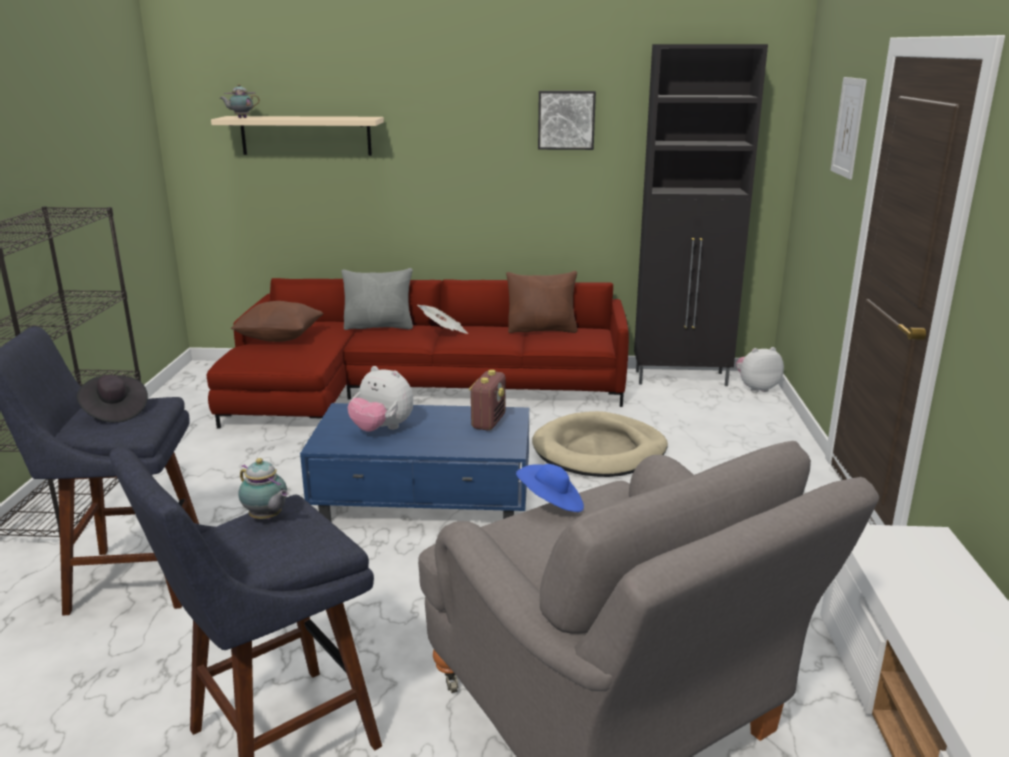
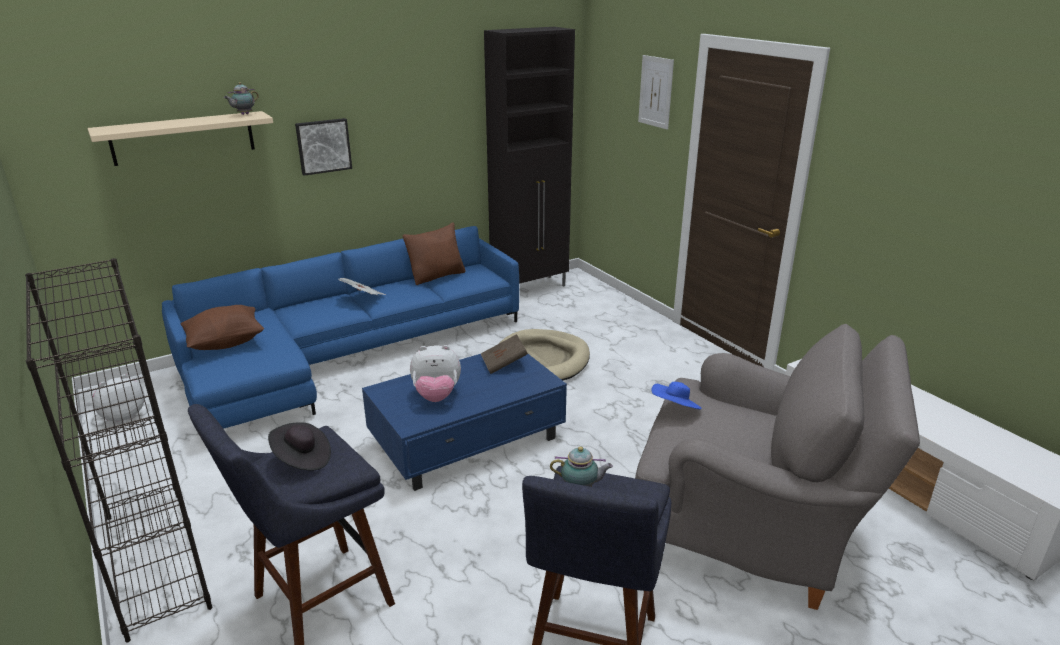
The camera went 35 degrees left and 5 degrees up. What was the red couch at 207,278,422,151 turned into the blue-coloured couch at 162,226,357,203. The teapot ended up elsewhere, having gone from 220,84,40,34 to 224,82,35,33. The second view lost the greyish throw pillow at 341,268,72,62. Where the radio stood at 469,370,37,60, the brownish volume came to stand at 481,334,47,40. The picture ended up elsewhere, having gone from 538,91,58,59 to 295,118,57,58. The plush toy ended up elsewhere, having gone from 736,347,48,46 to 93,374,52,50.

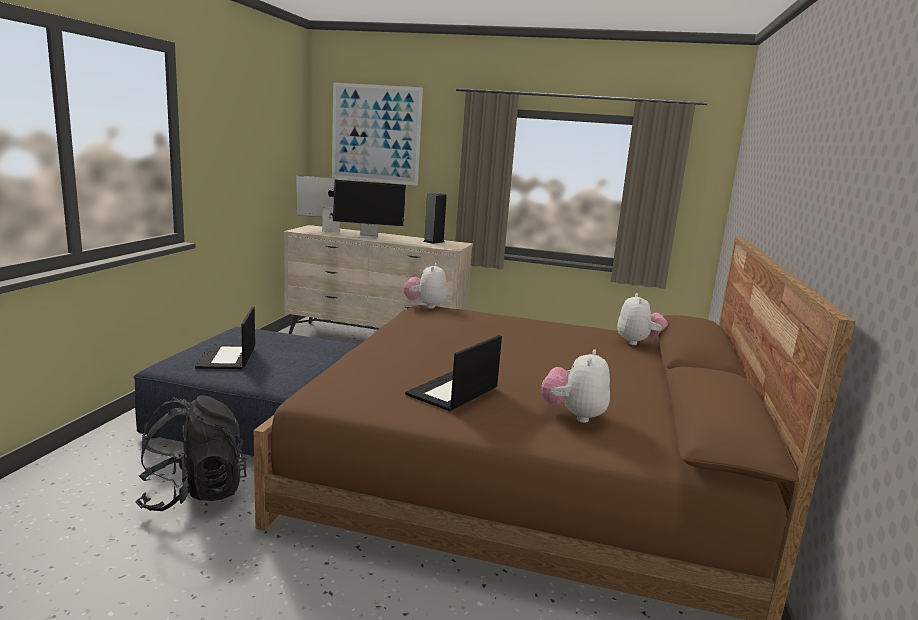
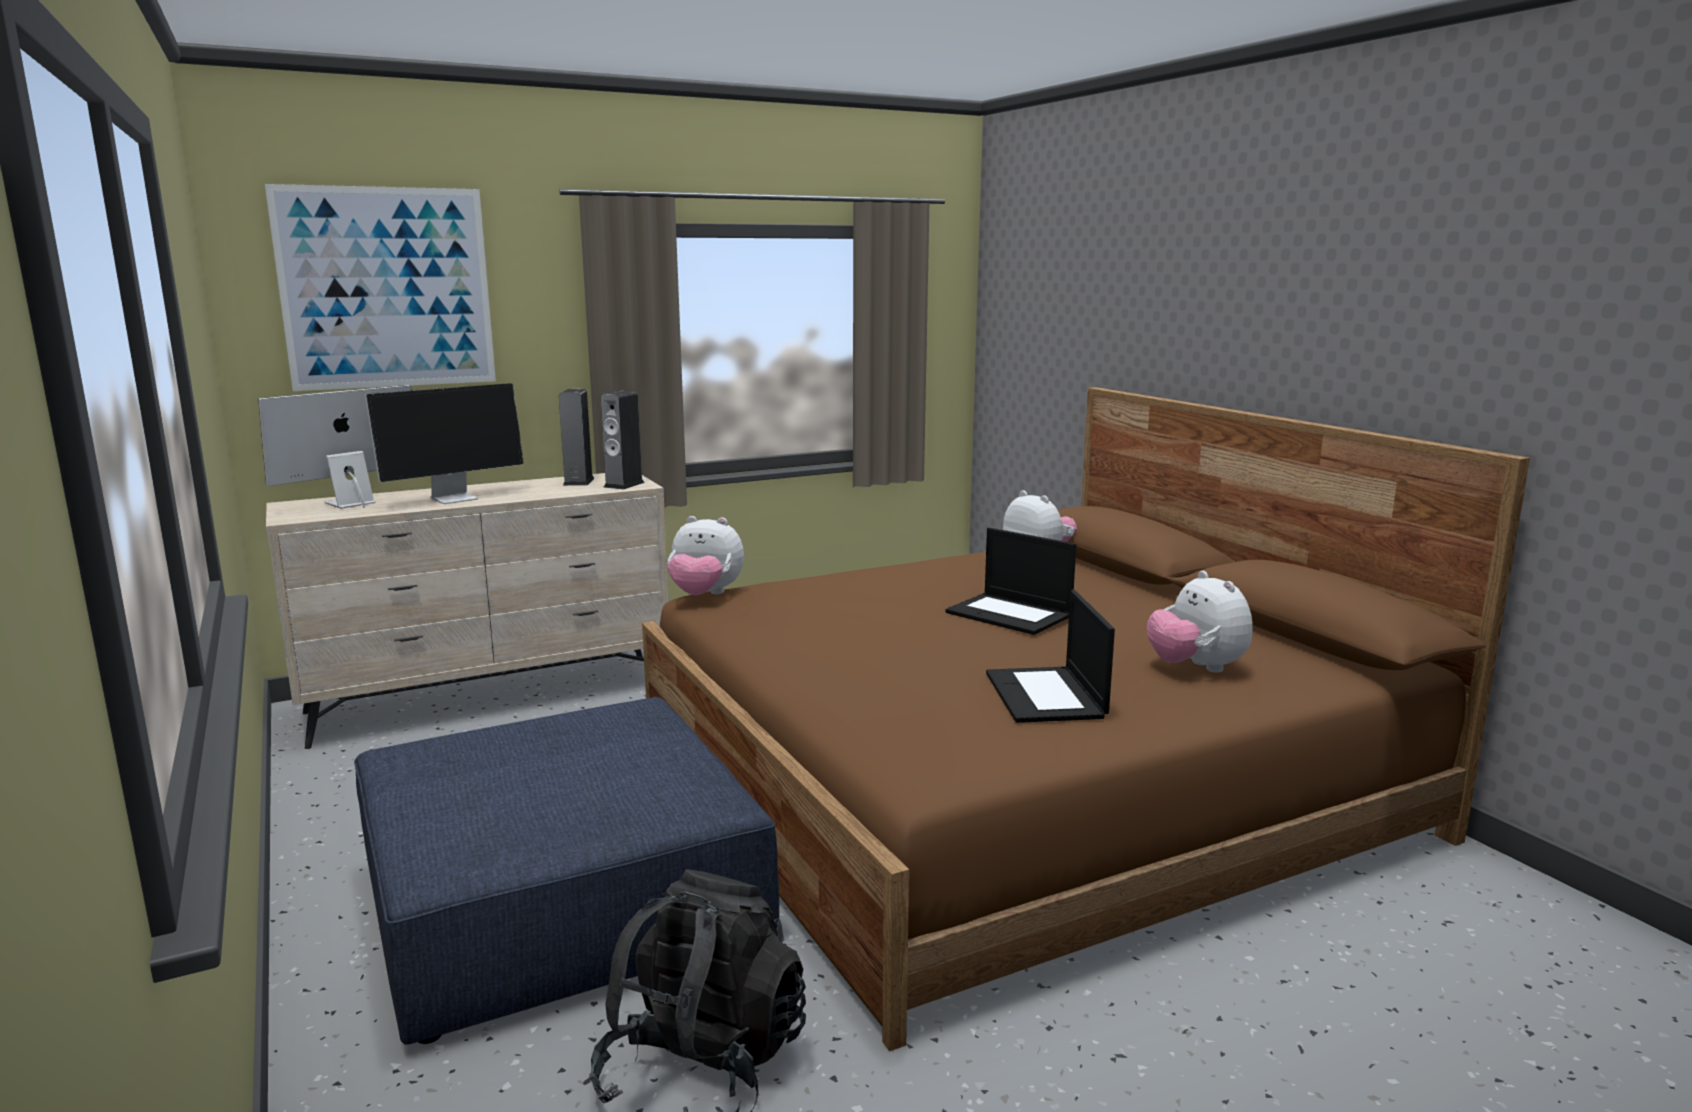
The camera went 40 degrees left and 0 degrees up. The notebook computer ended up elsewhere, having gone from 195,306,60,63 to 945,528,131,107. The plush toy at 404,263,43,46 ended up facing another way, 45 degrees counterclockwise from before. The second view gained the audio speaker at 601,391,44,99.

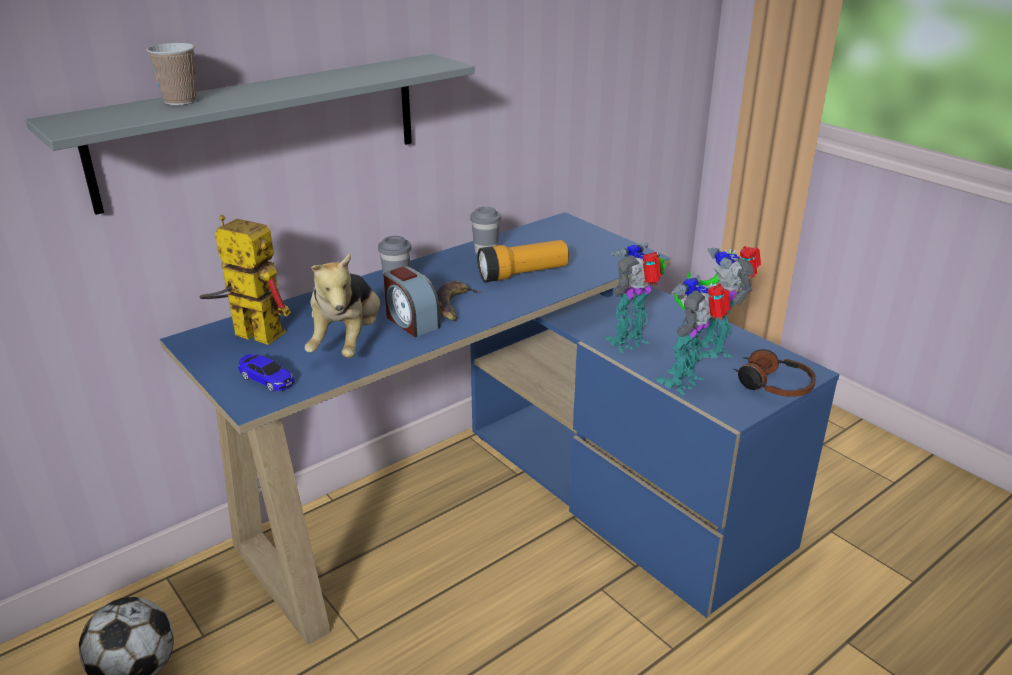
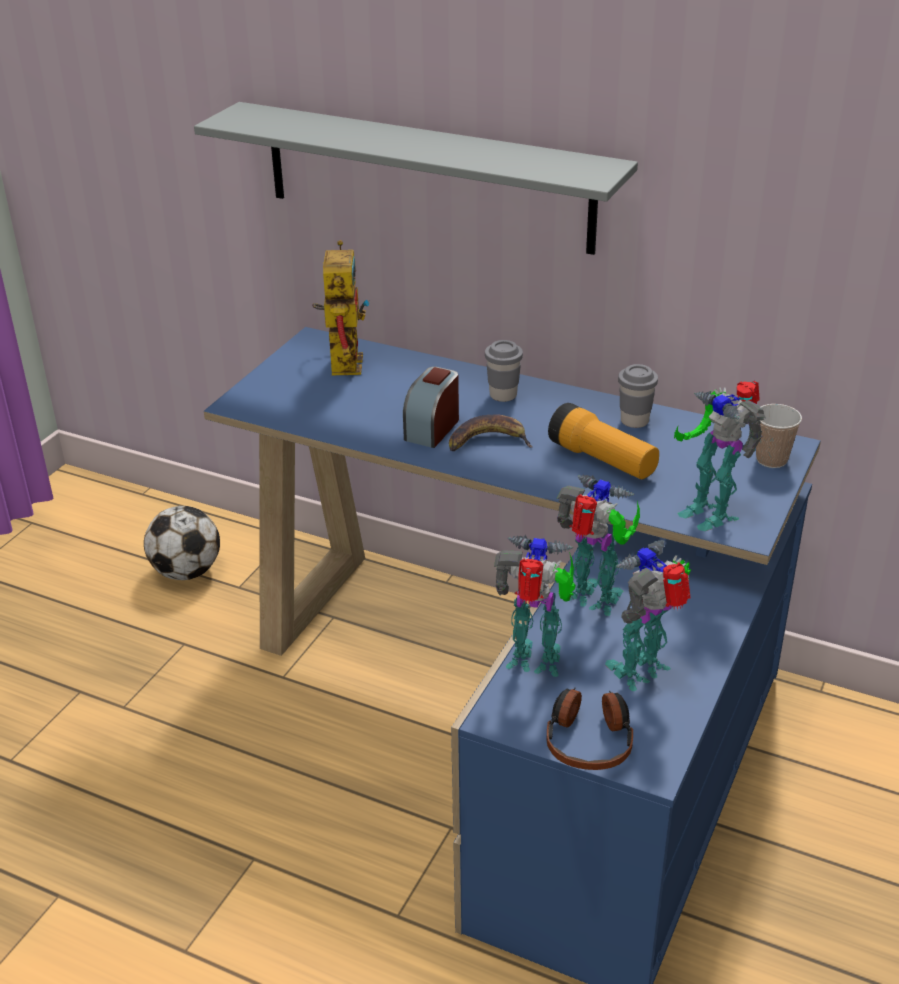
The camera went 65 degrees right and 5 degrees up. The drinking cup ended up elsewhere, having gone from 146,43,51,62 to 756,404,46,64. The second view lost the model car at 238,354,56,37. The second view lost the plush toy at 305,253,75,105. The second view gained the model robot at 674,381,92,150.

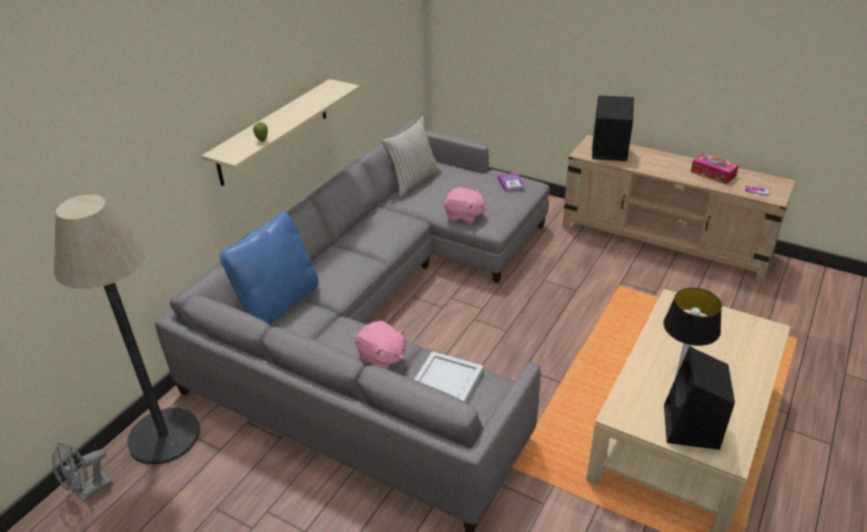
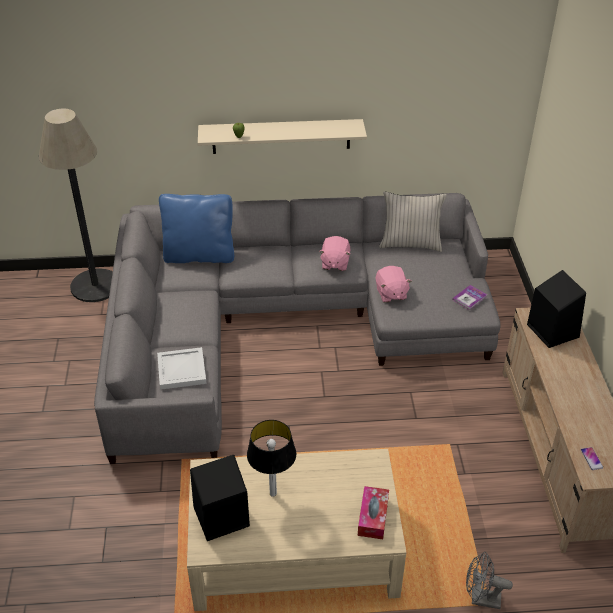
The camera went 55 degrees right and 5 degrees up. The greyish cooling fan ended up elsewhere, having gone from 52,443,60,59 to 466,552,47,57. The pink-coloured plush toy ended up elsewhere, having gone from 355,321,51,48 to 319,236,31,35. The tissue box ended up elsewhere, having gone from 691,153,48,31 to 358,486,31,53.

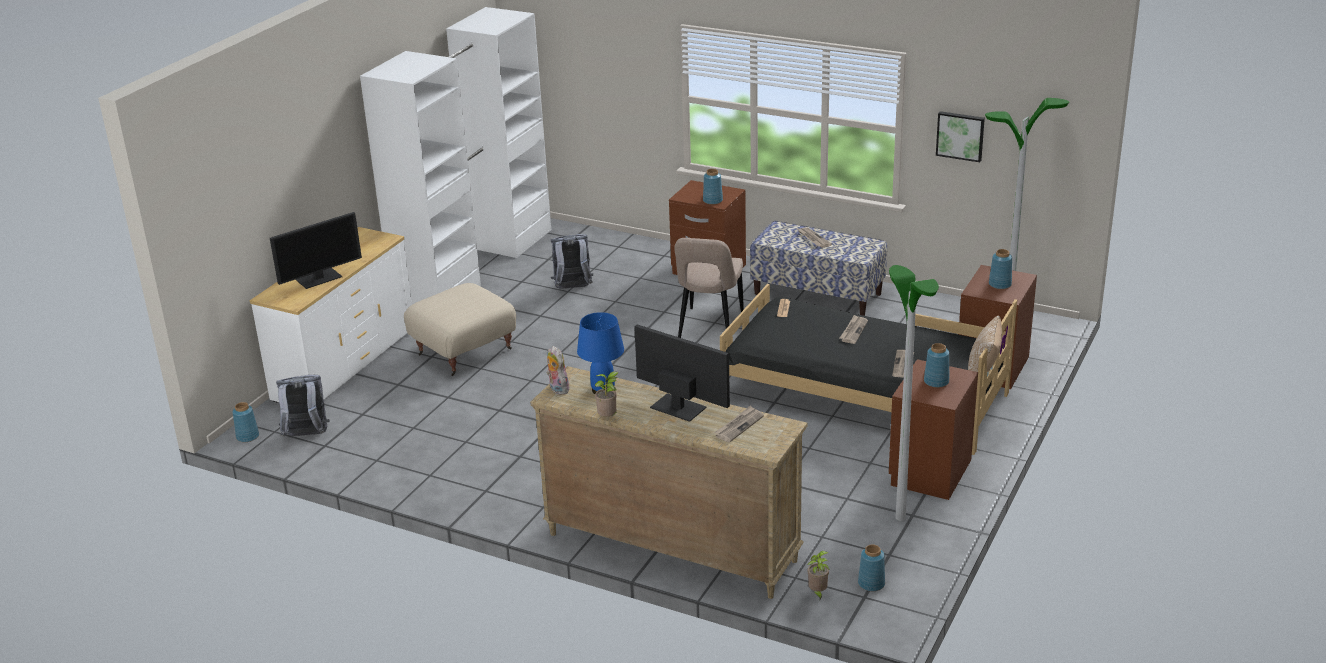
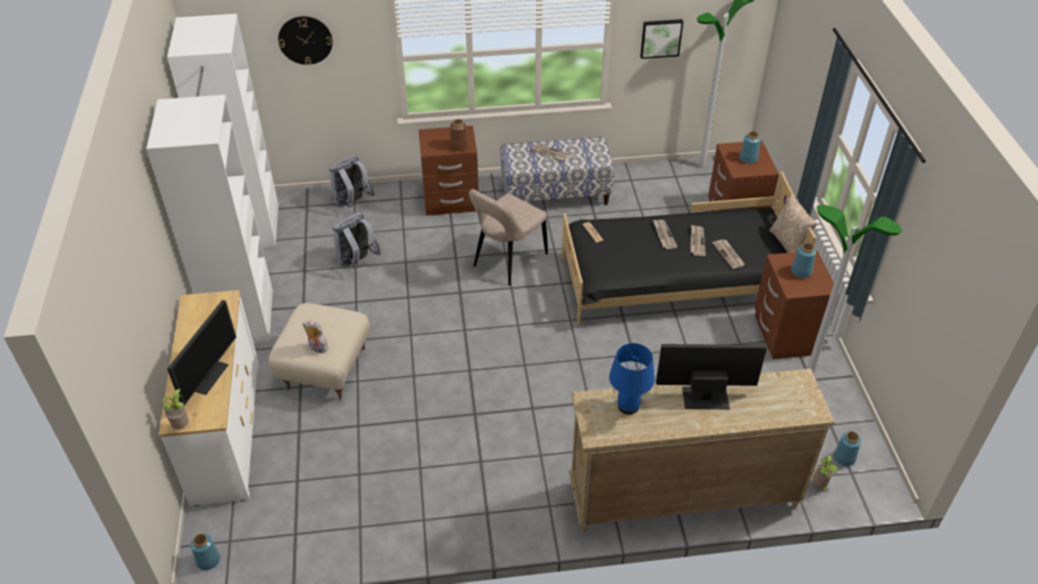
The camera went 35 degrees left and 15 degrees up. The greyish rucksack ended up elsewhere, having gone from 276,375,54,62 to 329,155,46,53. The plush toy ended up elsewhere, having gone from 546,346,23,49 to 303,320,25,33. The houseplant ended up elsewhere, having gone from 595,371,24,45 to 161,389,28,40. The beige-coloured chair at 674,238,69,100 ended up facing another way, 60 degrees clockwise from before. What was the blue-coloured vase at 703,169,20,36 turned into the brownish vase at 450,119,18,32. The printed paper ended up elsewhere, having gone from 714,406,50,36 to 691,225,15,31. The second view gained the hanging clock at 278,16,54,49.

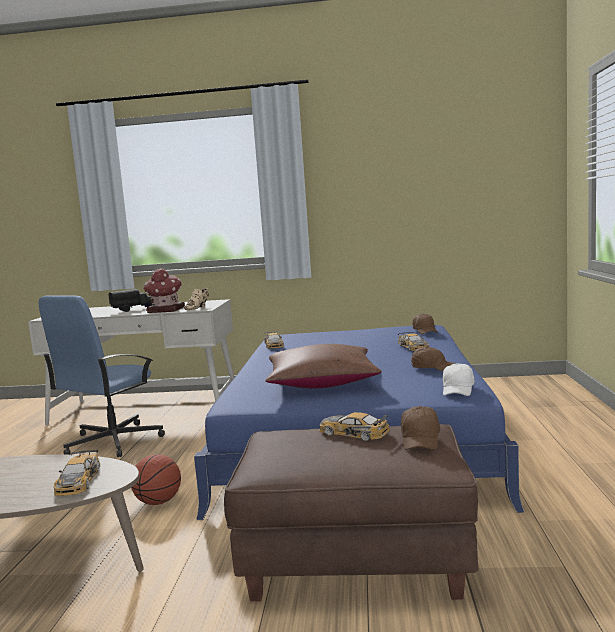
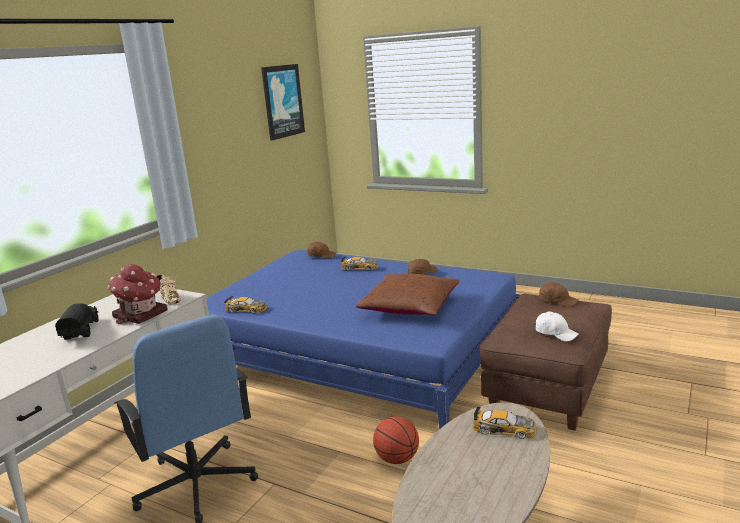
The camera went 65 degrees left and 10 degrees up. The second view lost the model car at 319,412,71,29. The whitish baseball cap ended up elsewhere, having gone from 443,363,32,33 to 536,311,43,30. The second view gained the picture at 261,64,44,77.

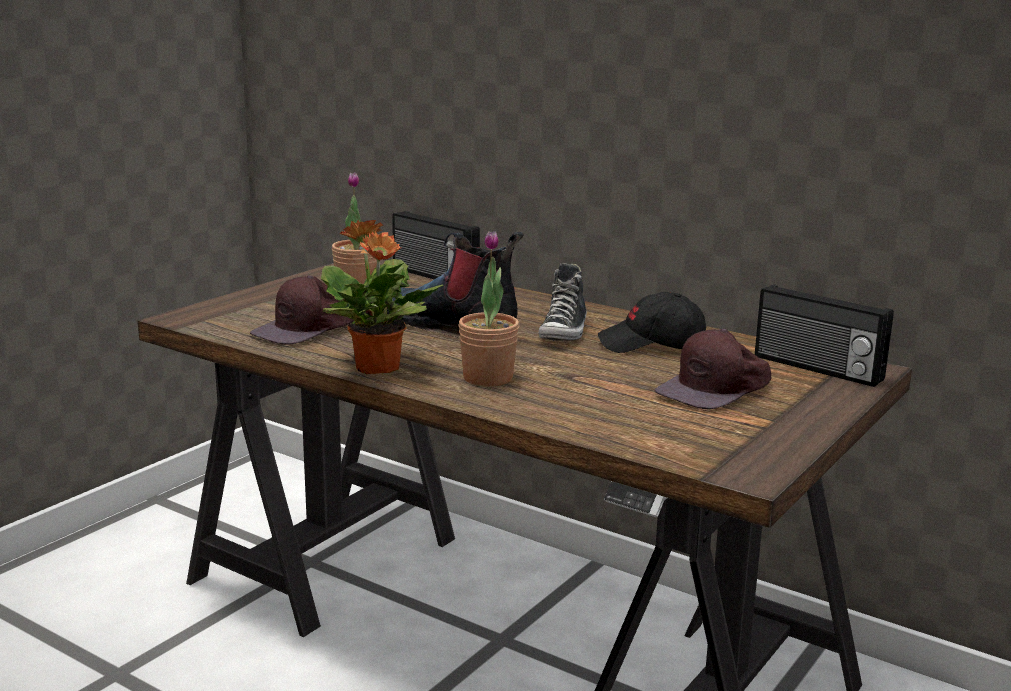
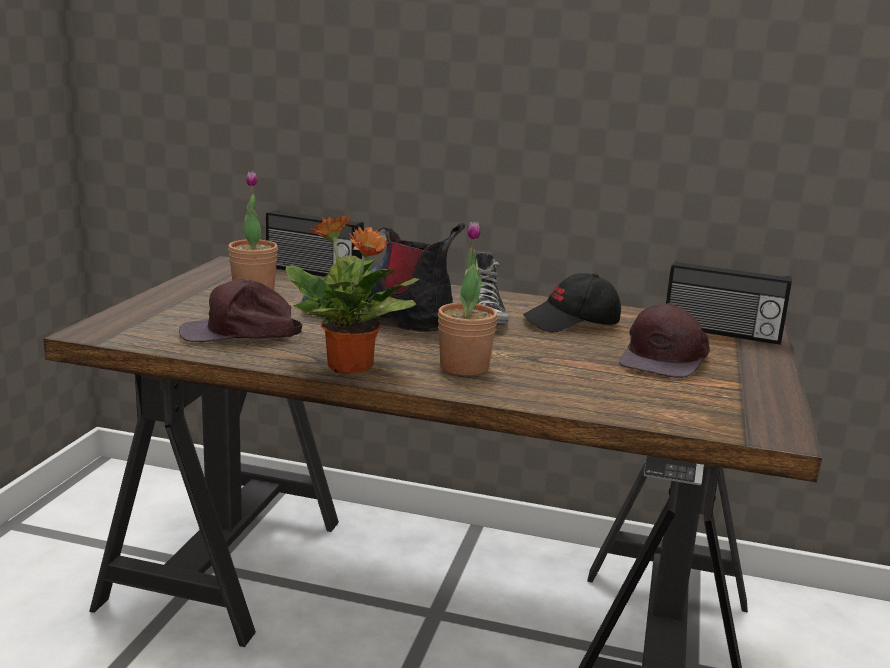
The camera went 20 degrees left and 0 degrees up. The brownish baseball cap at 250,275,104,70 ended up facing another way, 60 degrees clockwise from before.

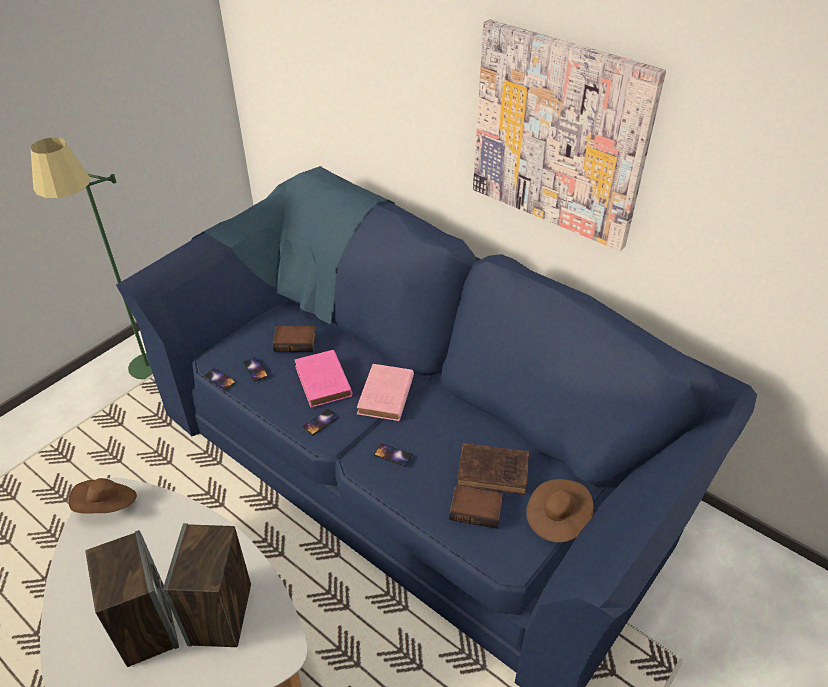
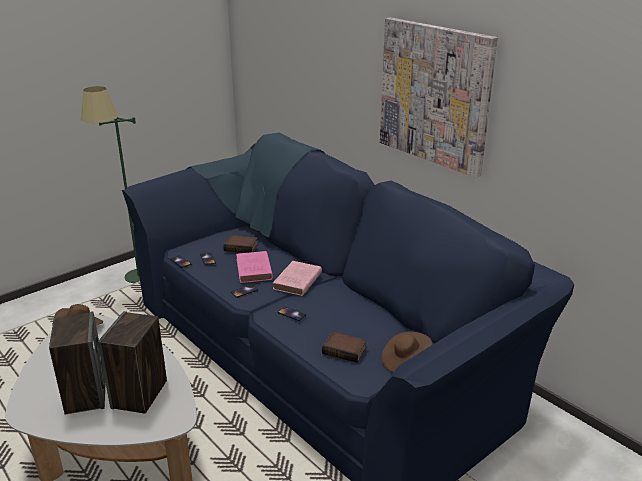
The camera went 10 degrees right and 15 degrees down. The second view lost the brownish volume at 457,443,72,52.

